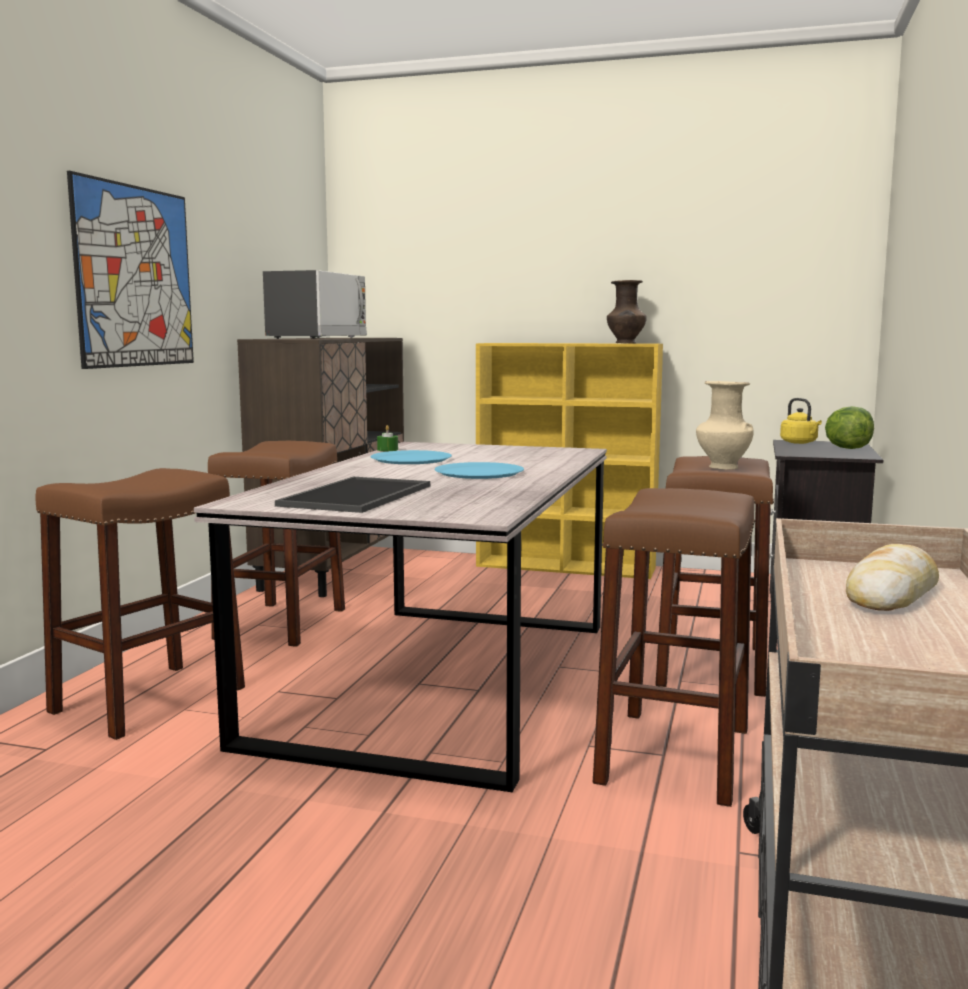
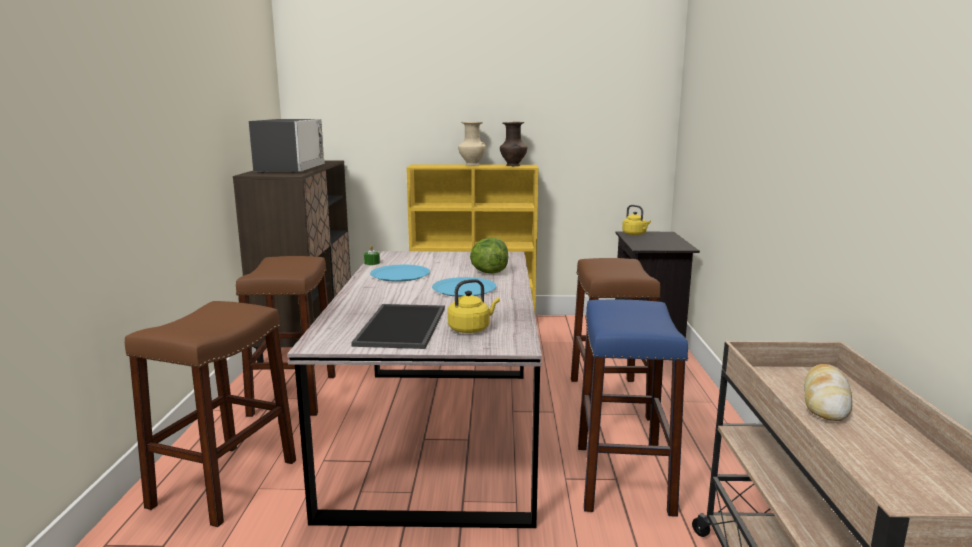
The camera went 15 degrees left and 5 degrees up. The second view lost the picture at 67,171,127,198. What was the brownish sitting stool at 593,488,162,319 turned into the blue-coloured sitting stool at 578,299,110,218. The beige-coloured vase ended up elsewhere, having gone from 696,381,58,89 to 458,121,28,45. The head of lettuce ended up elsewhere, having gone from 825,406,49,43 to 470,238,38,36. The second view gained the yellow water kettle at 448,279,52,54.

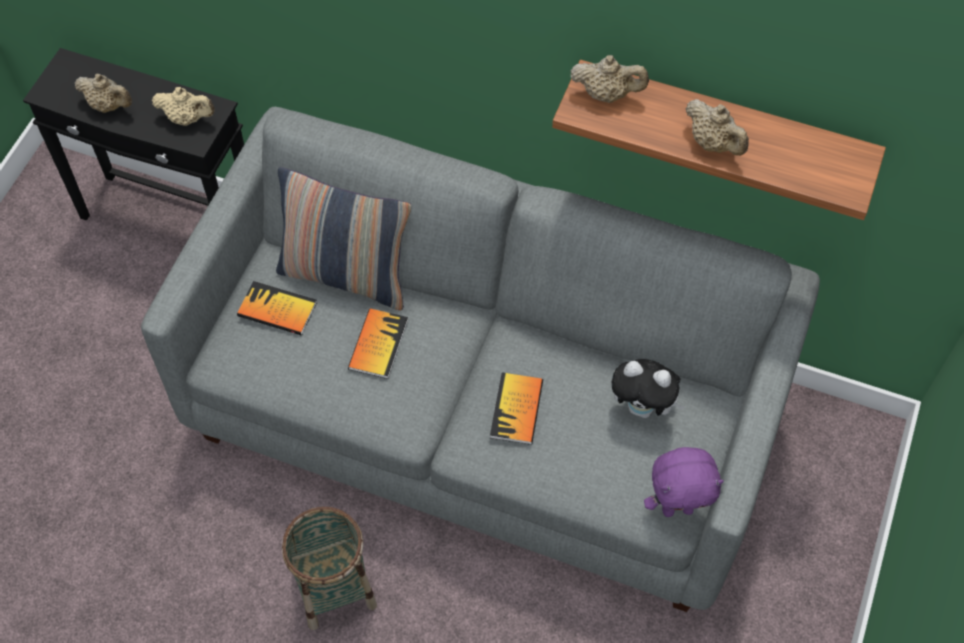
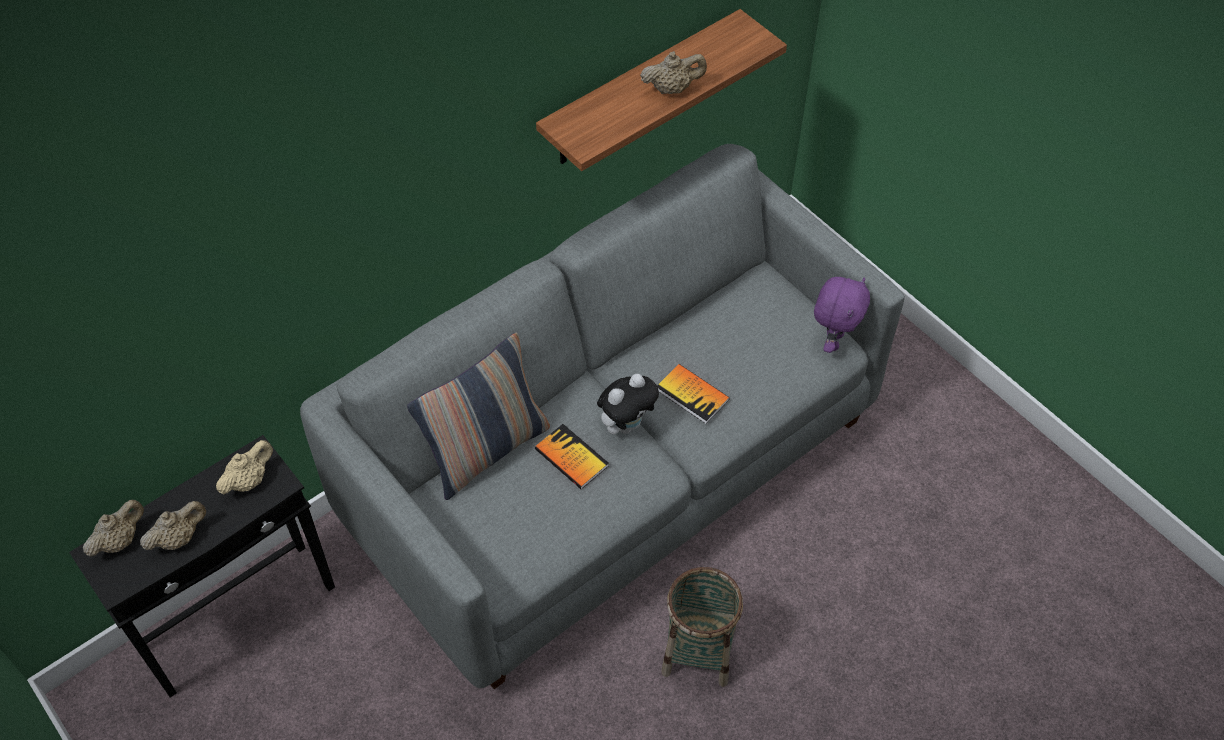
The camera went 60 degrees left and 5 degrees down. The second view lost the volume at 237,281,80,55. The beige-coloured teapot ended up elsewhere, having gone from 570,55,79,48 to 83,500,61,57. The plush toy ended up elsewhere, having gone from 611,359,74,59 to 597,374,62,61.

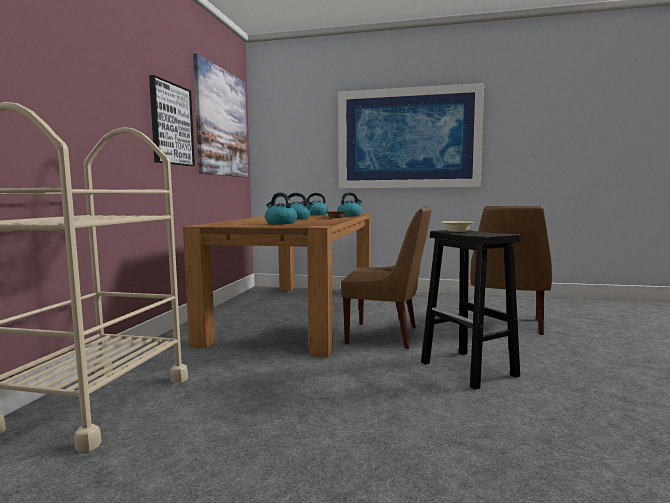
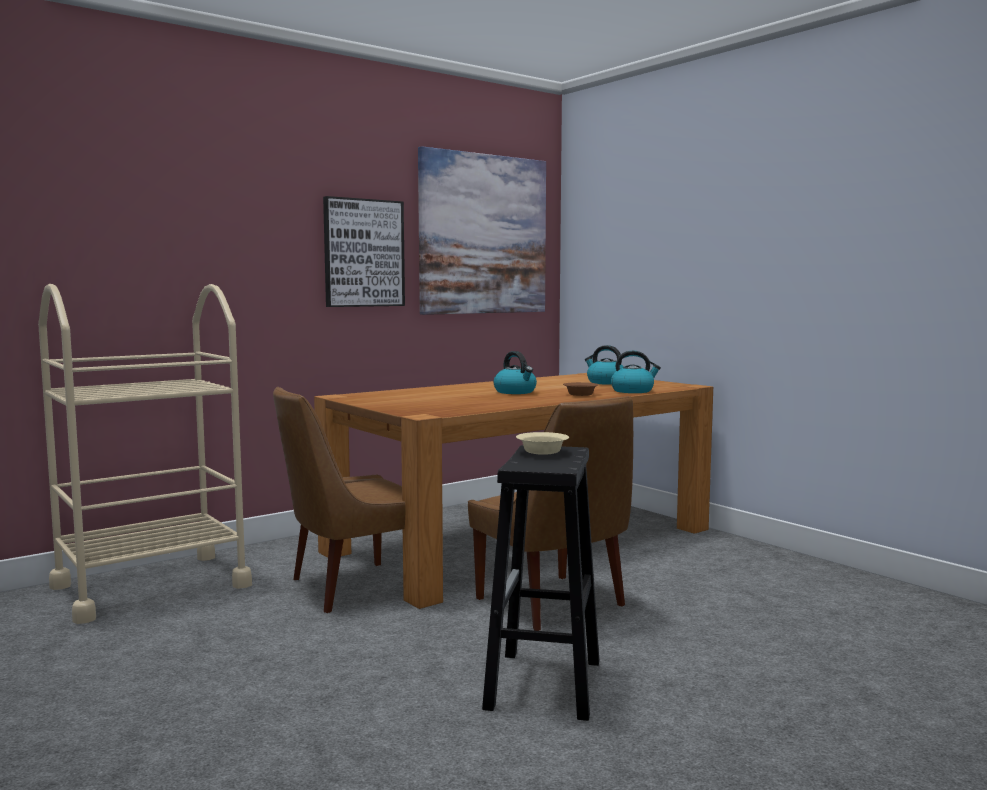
The camera went 40 degrees right and 0 degrees up. The second view lost the water kettle at 265,193,32,31. The second view lost the picture at 338,83,146,106. The brownish chair ended up elsewhere, having gone from 470,206,82,129 to 273,387,132,226.

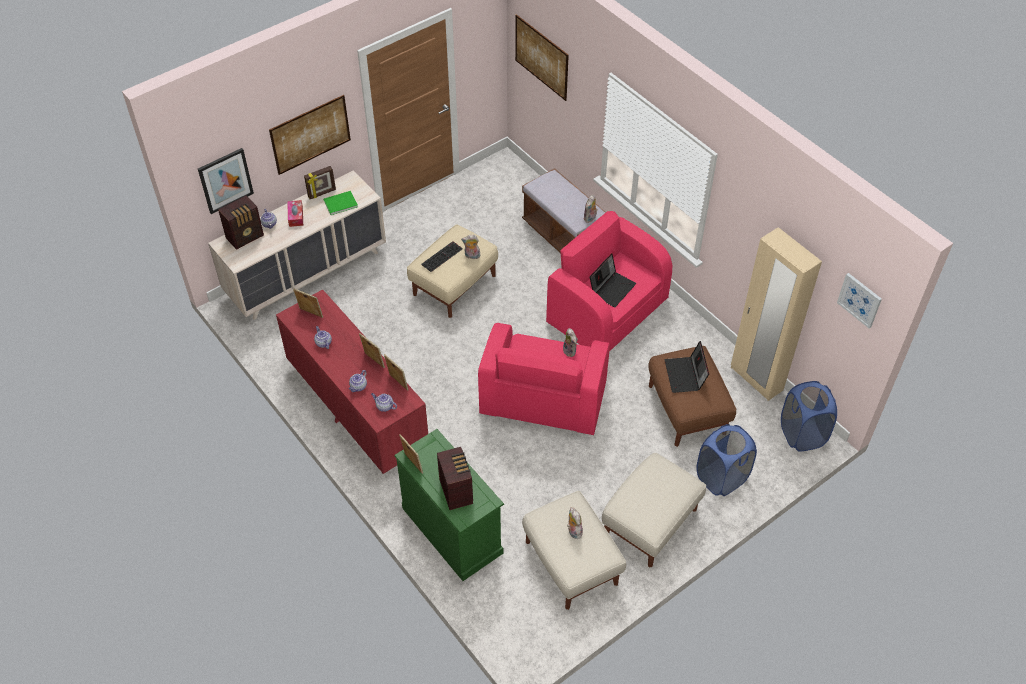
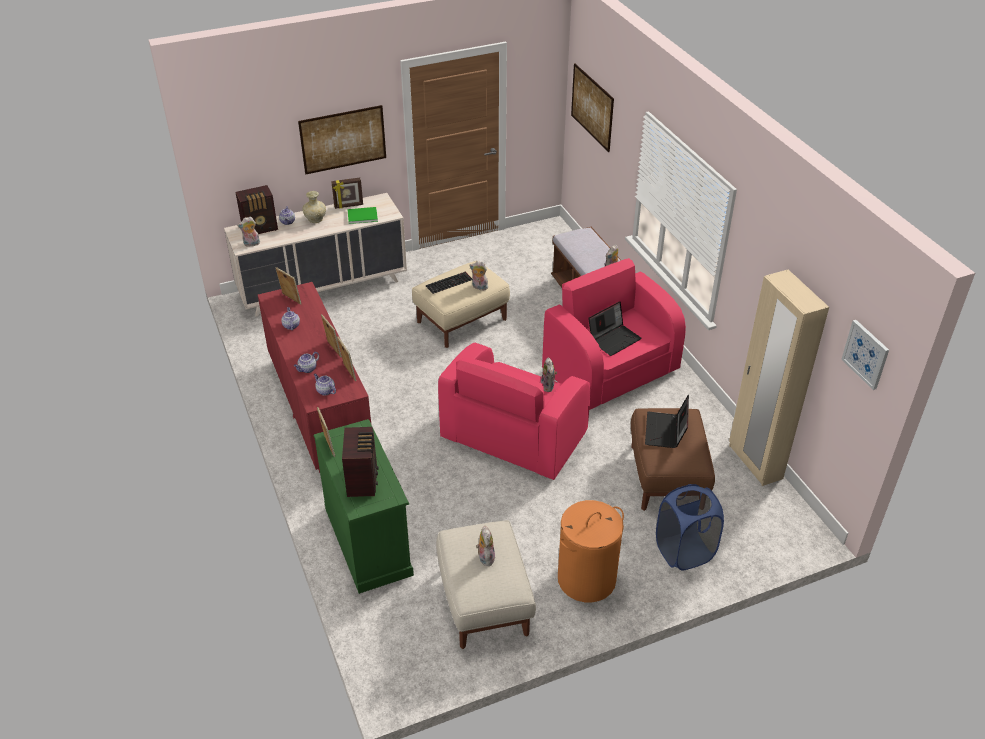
The camera went 15 degrees right and 10 degrees down. The second view lost the picture at 198,148,56,66. Where the tissue box stood at 287,200,16,27, the beige-coloured vase came to stand at 302,191,24,32. Where the beige-coloured footrest stood at 602,453,104,115, the orange washing basket came to stand at 558,500,66,102. The second view lost the blue-coloured washing basket at 781,381,56,71. The second view gained the plush toy at 237,217,23,30.

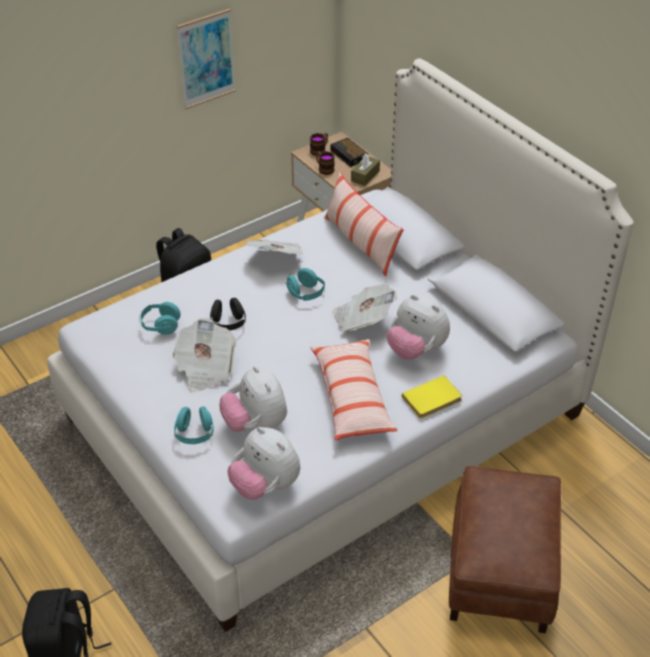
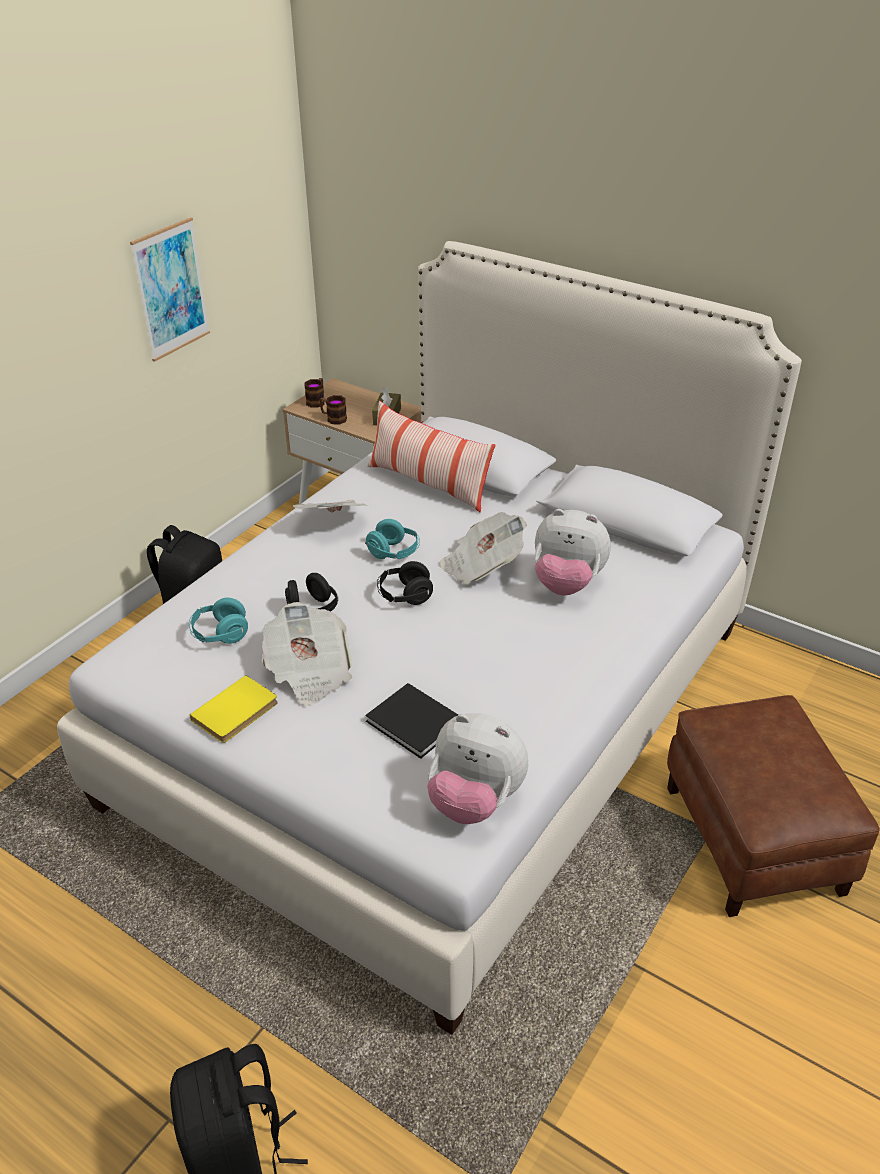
The camera went 20 degrees left and 5 degrees down. The second view lost the blue-green headphones at 174,406,40,38. Where the plush toy stood at 220,366,67,66, the blackish volume came to stand at 365,683,93,76. The second view lost the throw pillow at 310,339,88,101. The second view lost the bedside clock at 330,138,38,29. The yellow volume ended up elsewhere, having gone from 402,375,60,43 to 190,675,88,68. The second view gained the blackish headphones at 377,561,56,44.

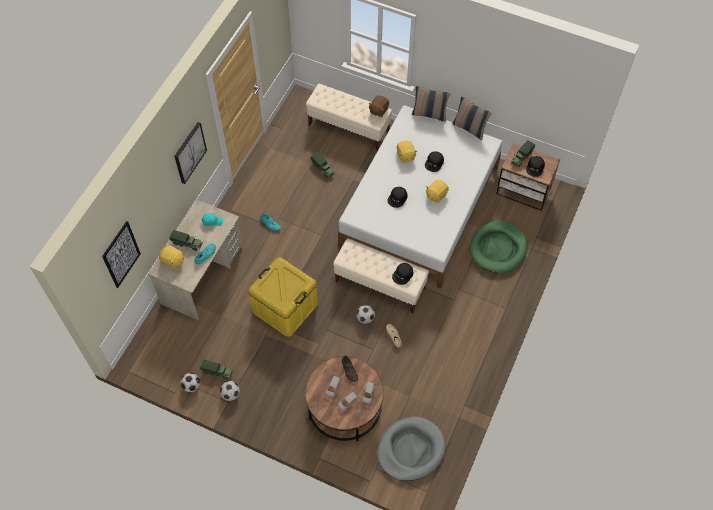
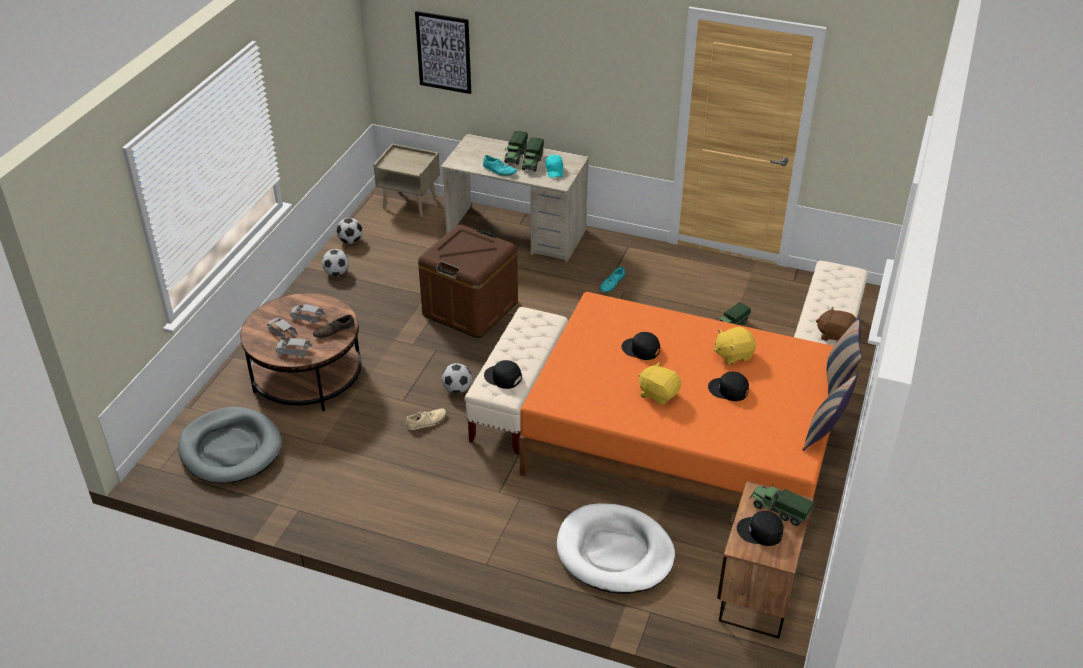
The camera went 85 degrees right and 20 degrees down. The second view lost the yellow plush toy at 159,245,25,24. The second view lost the picture at 174,122,33,62. The model truck ended up elsewhere, having gone from 200,359,34,20 to 522,137,22,35. What was the yellow storage container at 248,257,70,80 turned into the brownish storage container at 418,225,100,113. What was the whitish sleeping bed at 338,105,165,184 turned into the orange sleeping bed at 519,292,315,257. What was the green-coloured dog cushion at 470,221,58,52 turned into the whitish dog cushion at 557,503,118,91. The second view gained the beige-coloured night table at 373,144,67,73.

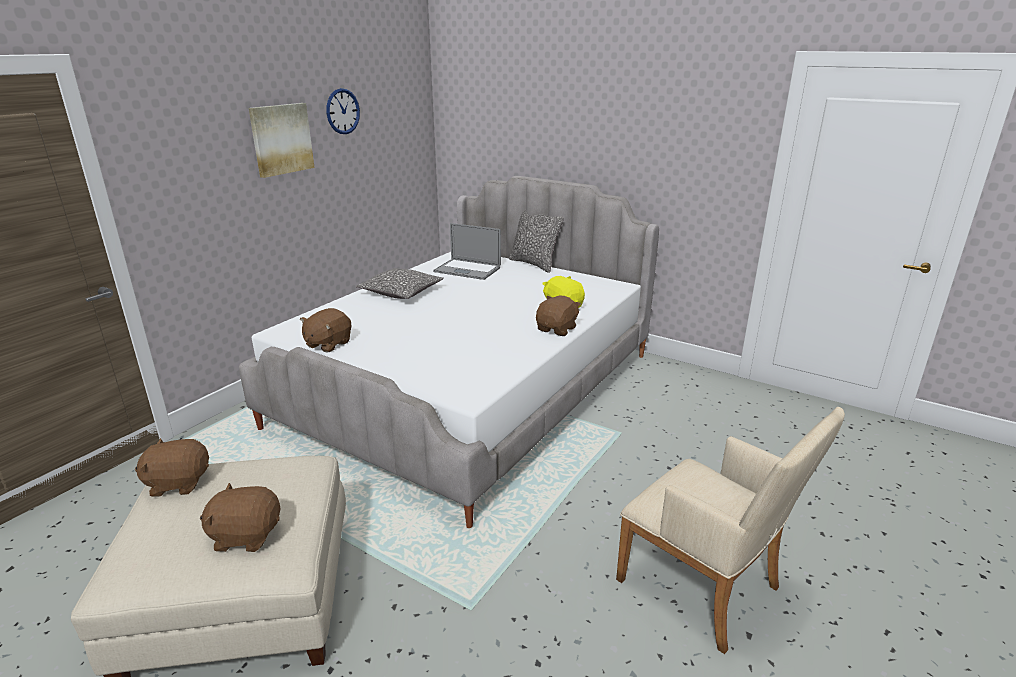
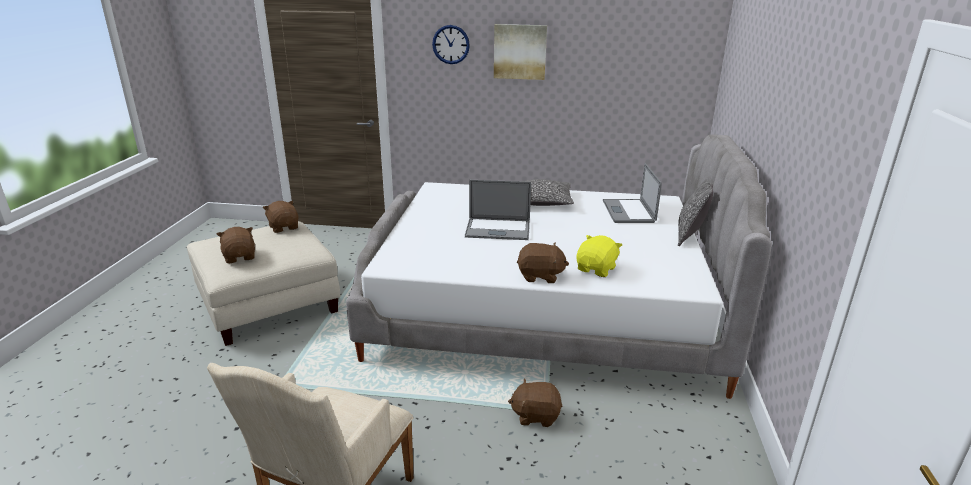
The camera went 65 degrees right and 0 degrees up. The brownish plush toy ended up elsewhere, having gone from 300,308,52,44 to 508,379,54,48. The hanging clock ended up elsewhere, having gone from 326,88,34,46 to 432,25,38,39. The second view gained the notebook computer at 465,180,66,60.

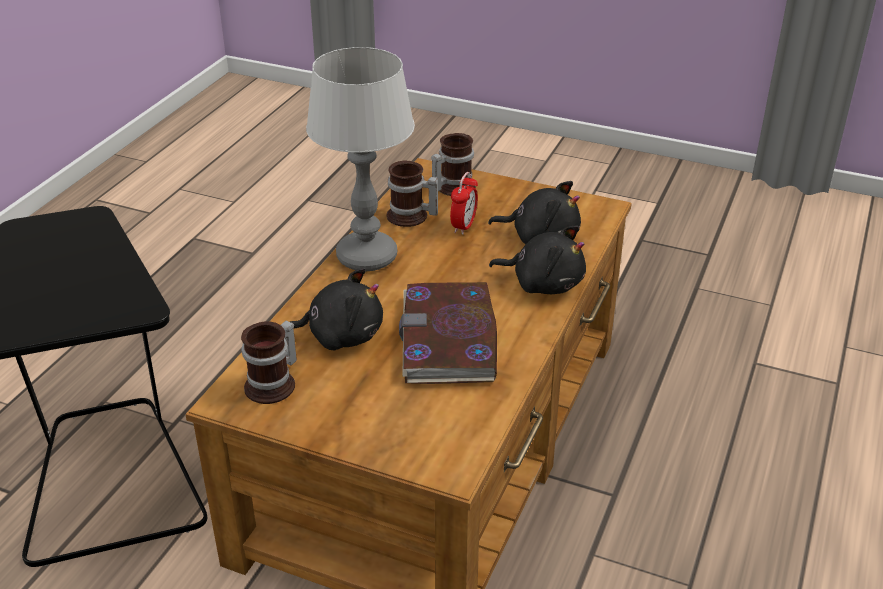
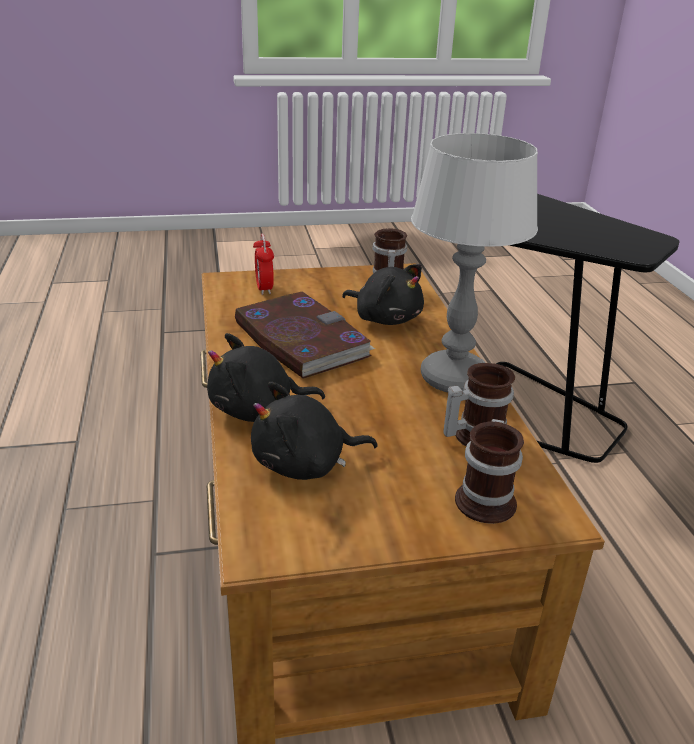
The camera went 145 degrees right and 5 degrees down. The blackish plush toy at 290,268,93,82 ended up facing another way, 105 degrees counterclockwise from before. The bedside clock ended up elsewhere, having gone from 450,172,28,63 to 253,234,21,61.

